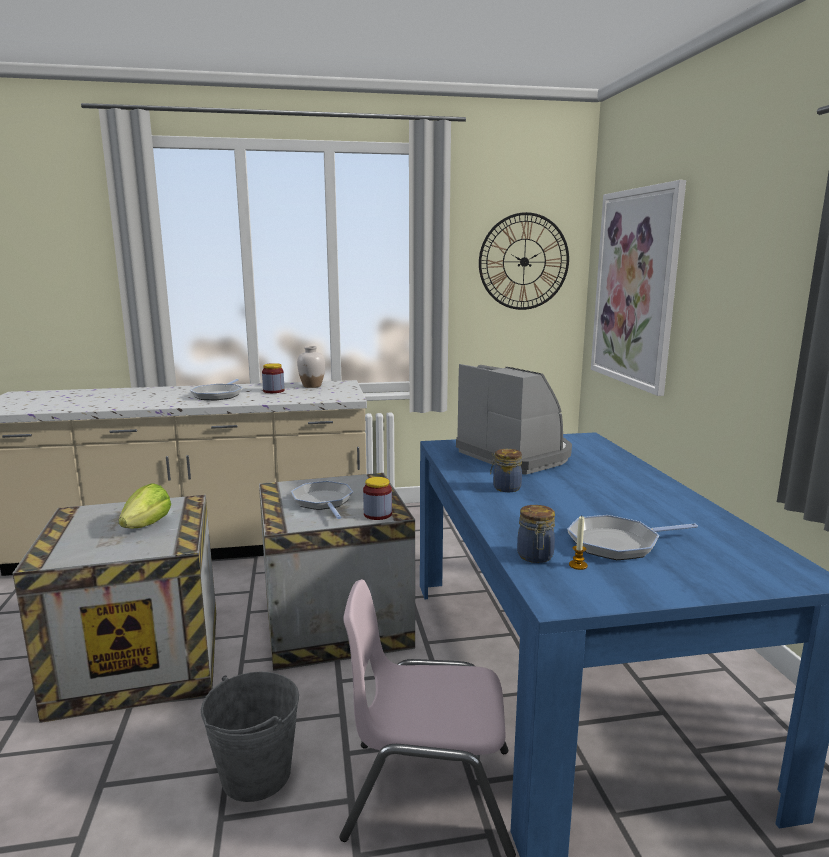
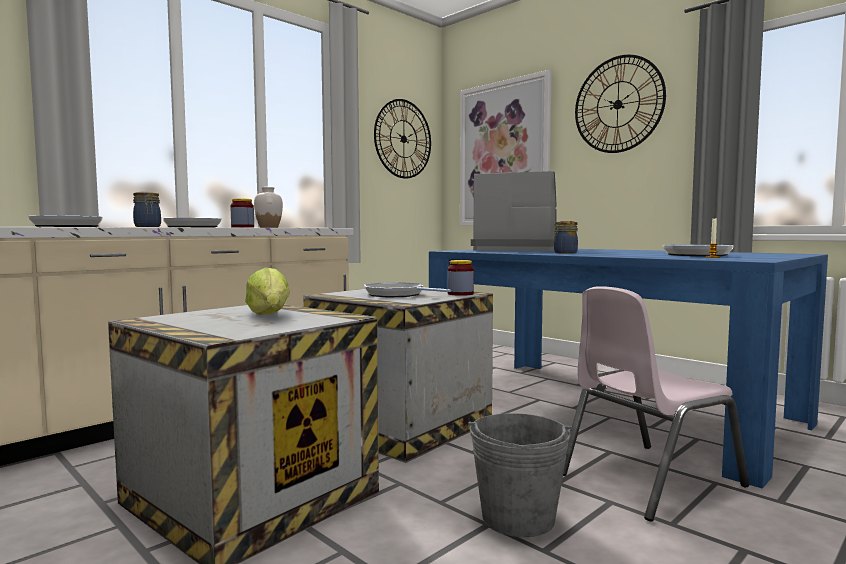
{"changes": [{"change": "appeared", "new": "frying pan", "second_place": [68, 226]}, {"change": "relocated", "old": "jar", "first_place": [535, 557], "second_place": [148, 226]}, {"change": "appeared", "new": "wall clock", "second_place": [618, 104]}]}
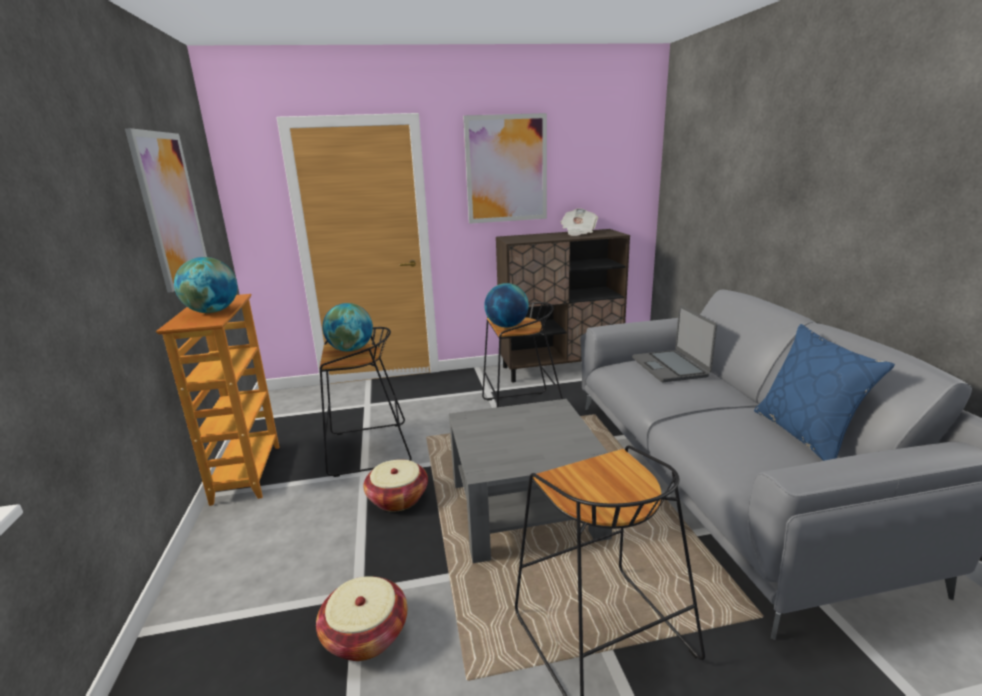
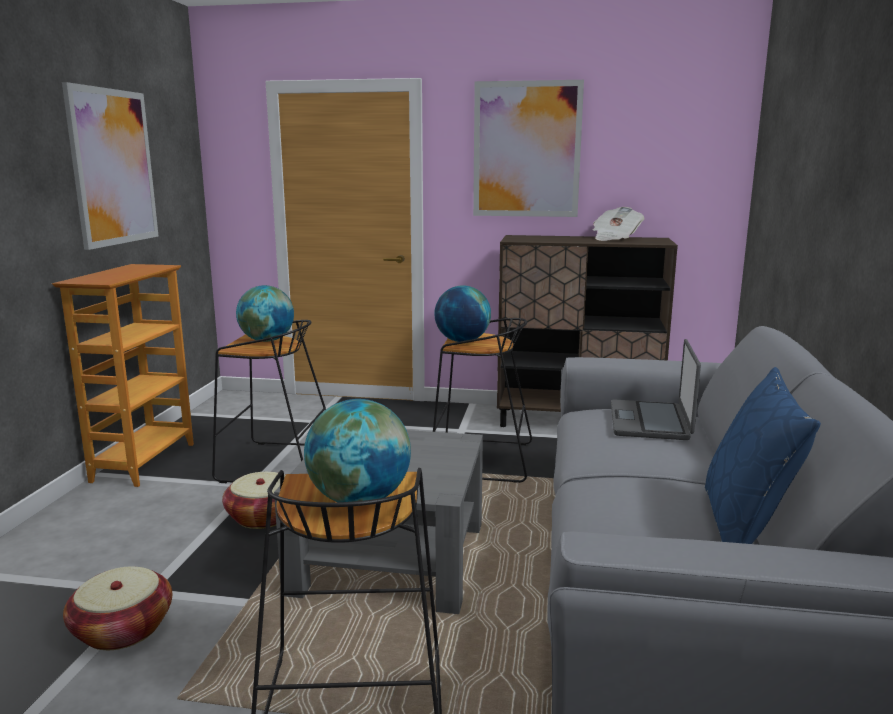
{"changes": [{"change": "relocated", "old": "globe", "first_place": [213, 312], "second_place": [360, 499]}]}
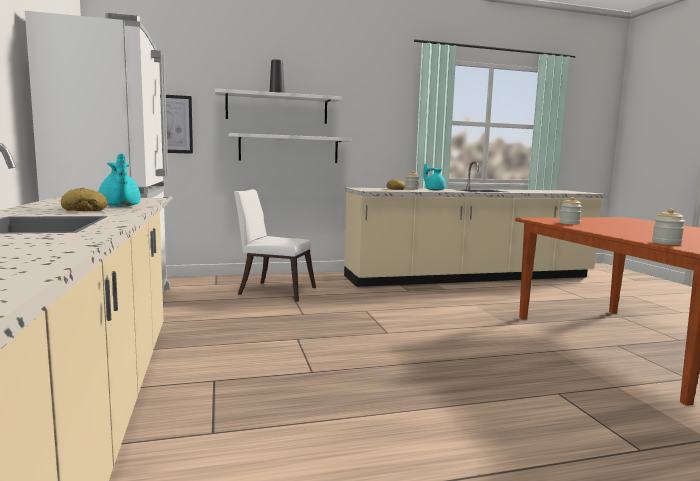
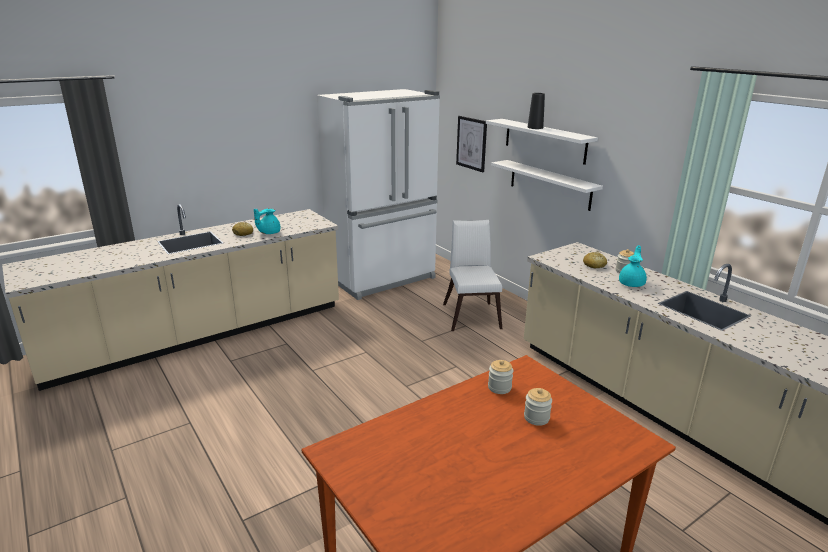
{"changes": [{"change": "relocated", "old": "jar", "first_place": [666, 243], "second_place": [536, 418]}]}
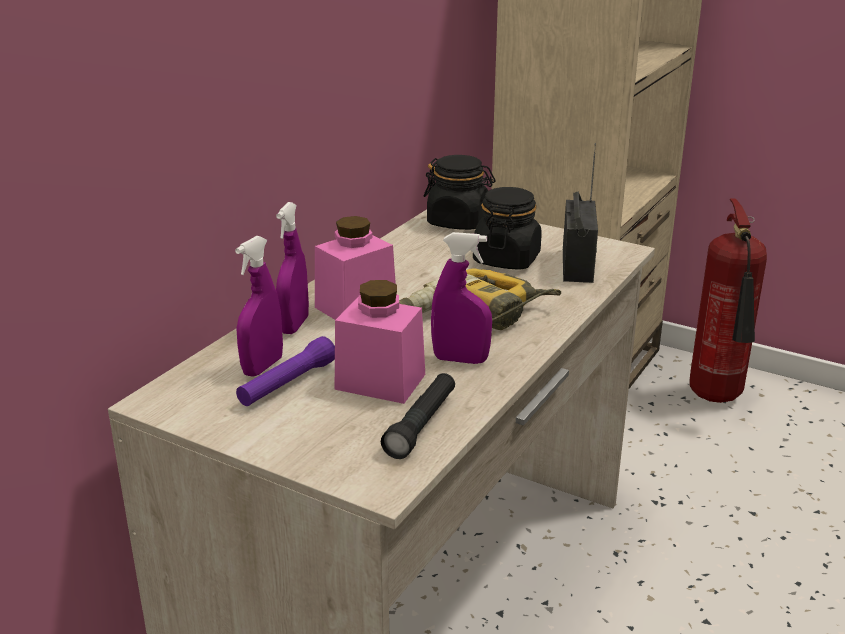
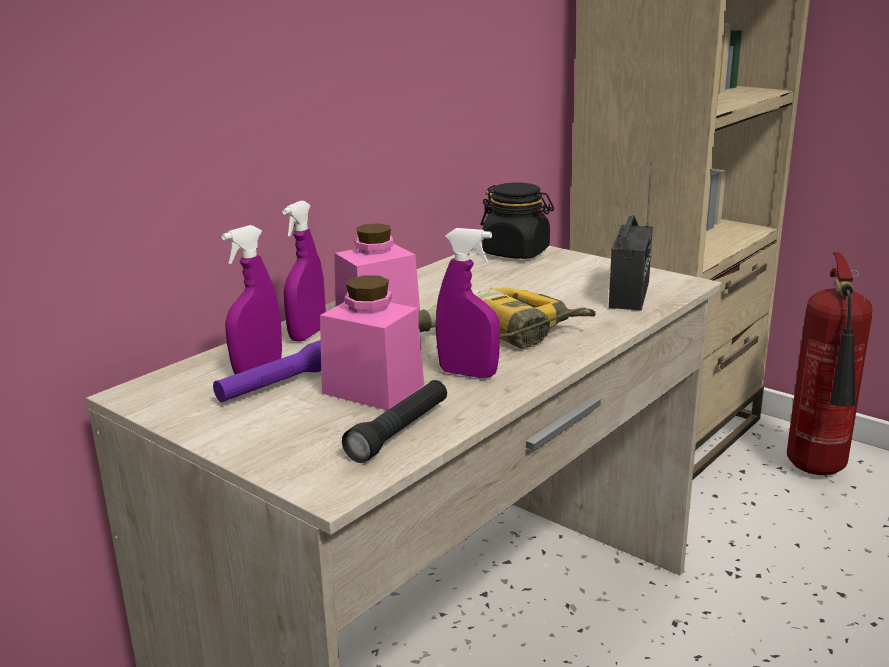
{"changes": [{"change": "missing", "old": "black jar", "first_place": [506, 259]}]}
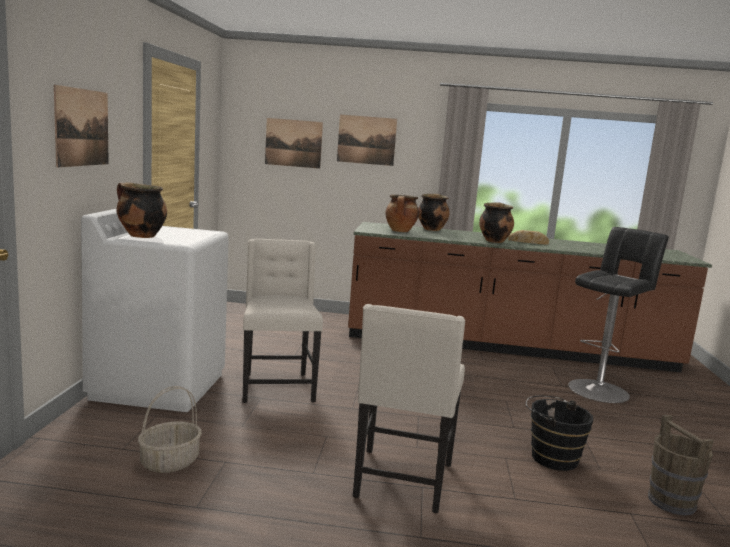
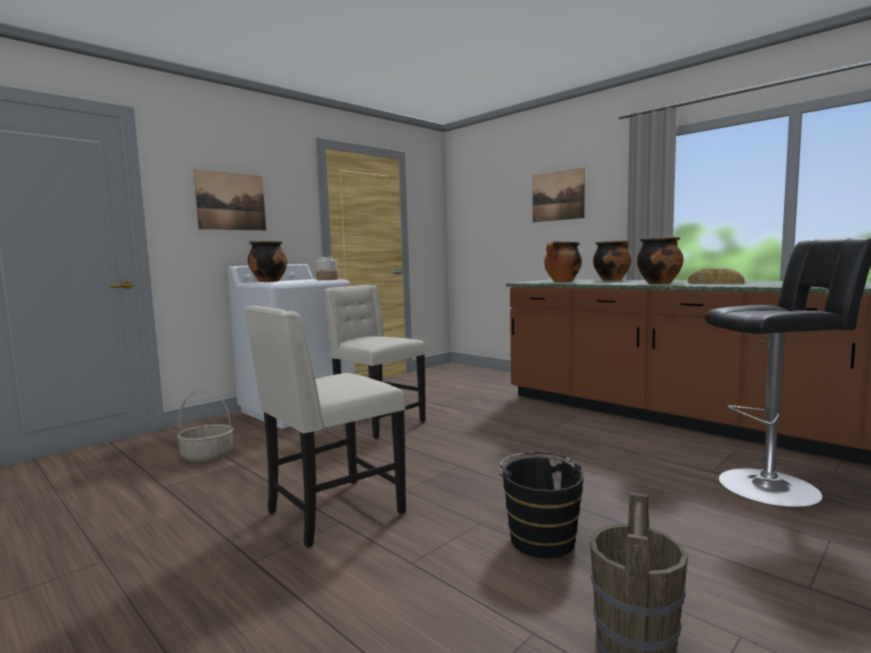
{"changes": [{"change": "appeared", "new": "jar", "second_place": [327, 279]}, {"change": "spun", "old": "beige chair", "first_place": [277, 387], "second_place": [377, 423], "degrees": -75}, {"change": "missing", "old": "picture", "first_place": [293, 143]}]}
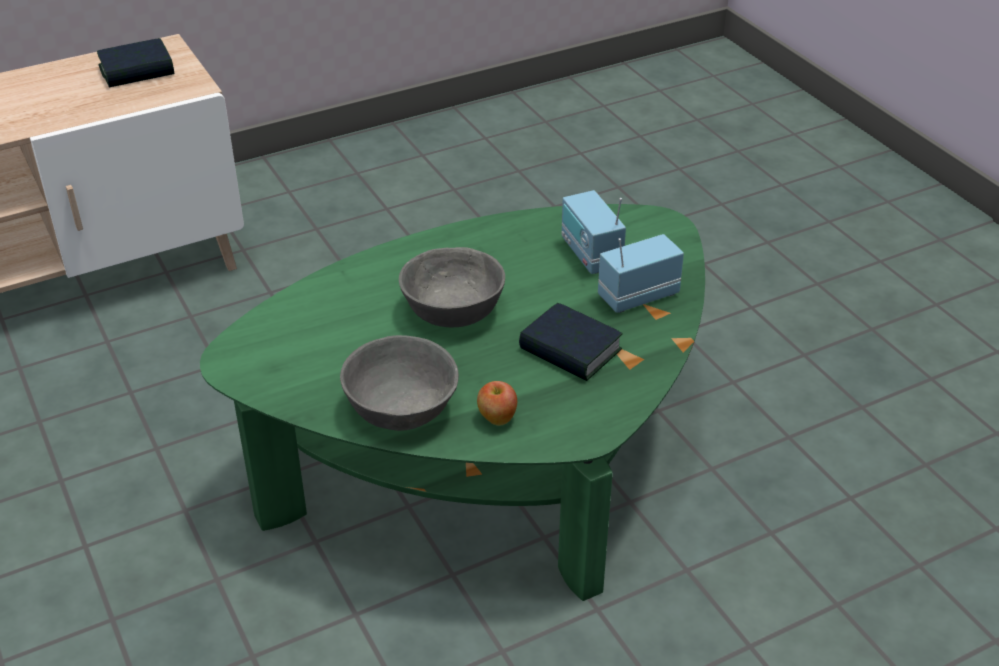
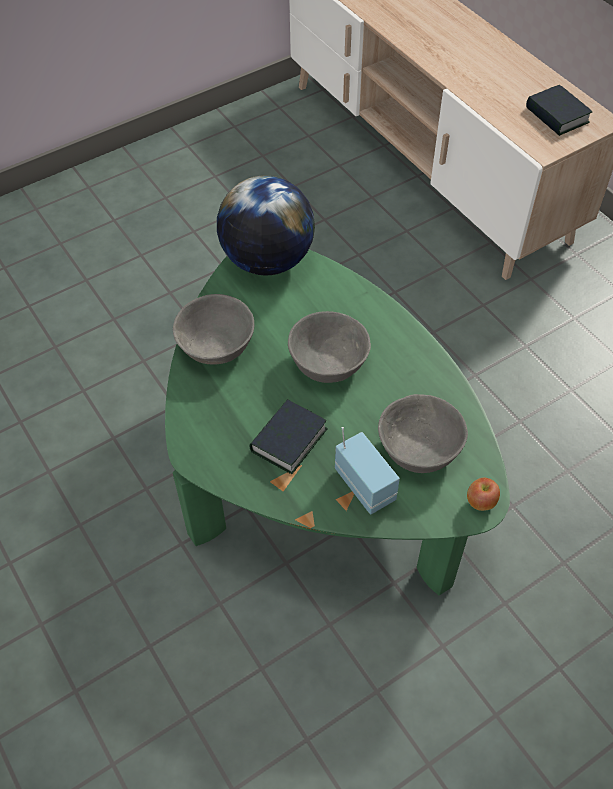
{"changes": [{"change": "appeared", "new": "globe", "second_place": [267, 260]}, {"change": "exchanged", "old": "radio", "new": "grey bowl", "first_place": [590, 254], "second_place": [418, 449]}, {"change": "relocated", "old": "apple", "first_place": [497, 418], "second_place": [480, 502]}]}
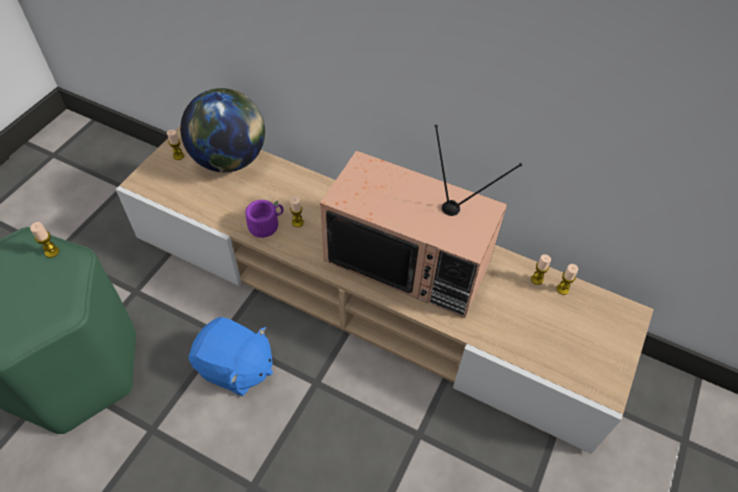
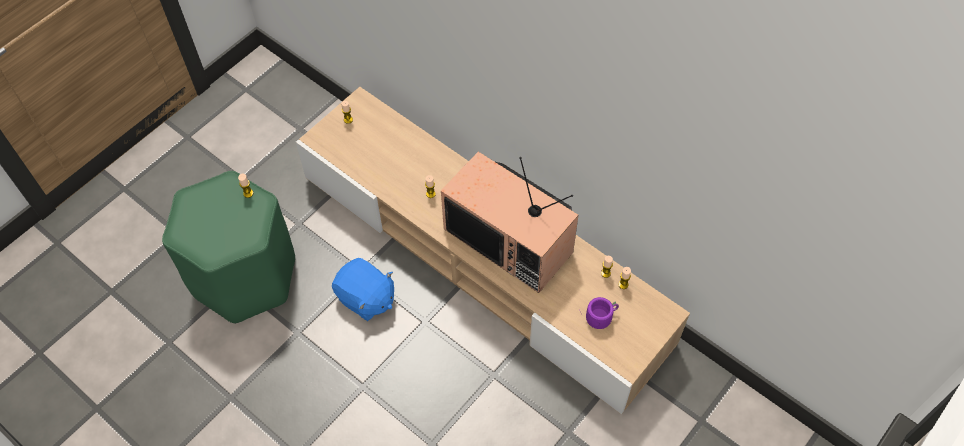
{"changes": [{"change": "relocated", "old": "purple mug", "first_place": [266, 224], "second_place": [600, 316]}, {"change": "missing", "old": "globe", "first_place": [230, 160]}]}
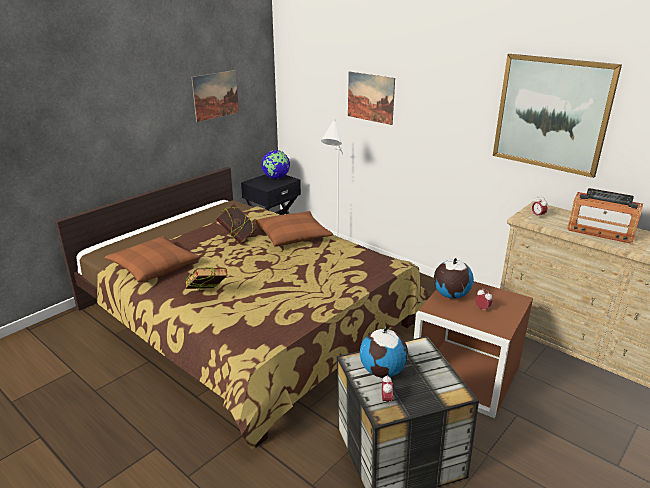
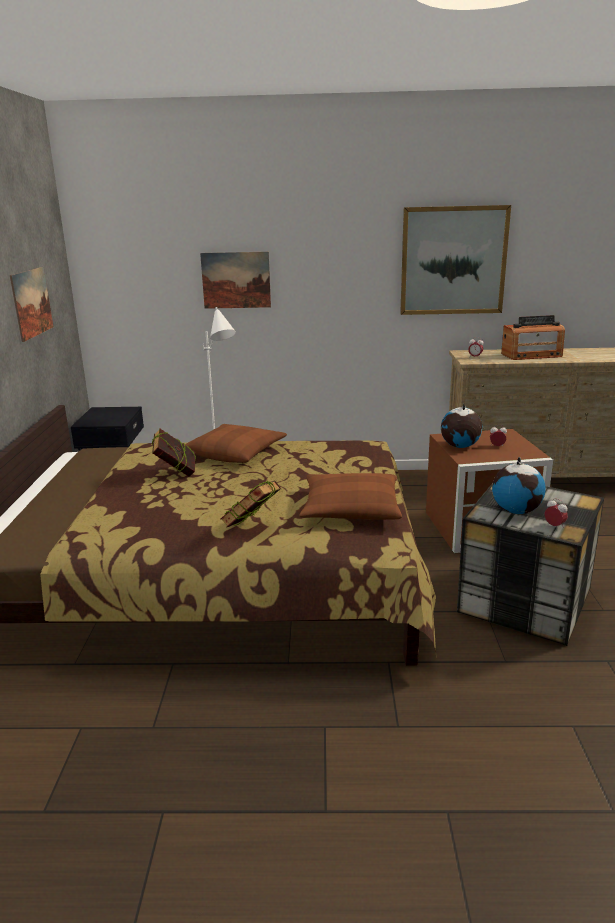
{"changes": [{"change": "relocated", "old": "brown pillow", "first_place": [153, 266], "second_place": [350, 508]}, {"change": "missing", "old": "globe", "first_place": [276, 178]}]}
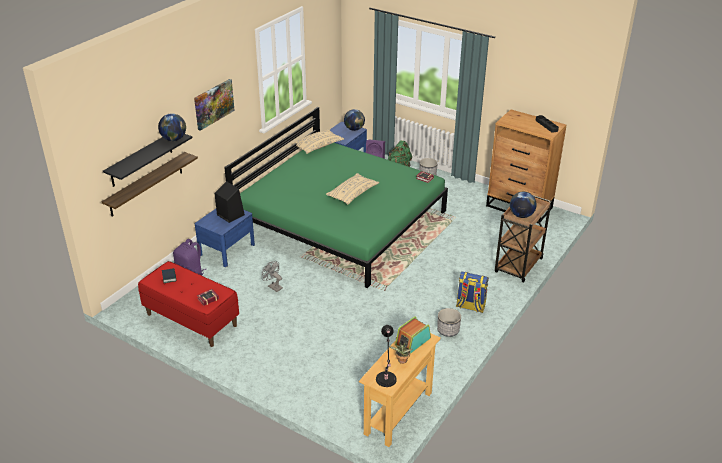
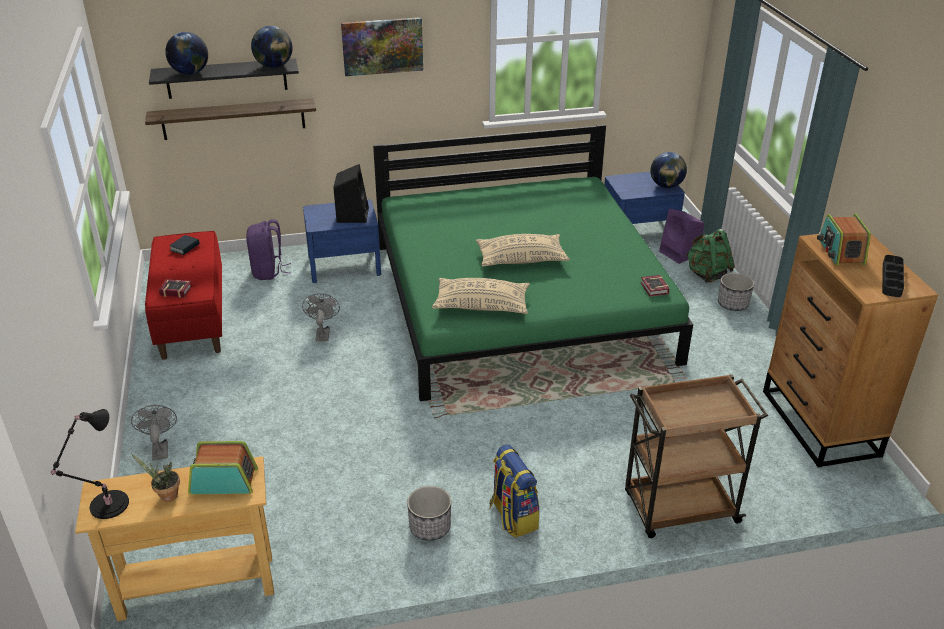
{"changes": [{"change": "appeared", "new": "grey fan", "second_place": [160, 448]}, {"change": "relocated", "old": "globe", "first_place": [521, 215], "second_place": [190, 73]}, {"change": "relocated", "old": "beige pillow", "first_place": [318, 146], "second_place": [481, 305]}, {"change": "appeared", "new": "radio", "second_place": [840, 252]}]}
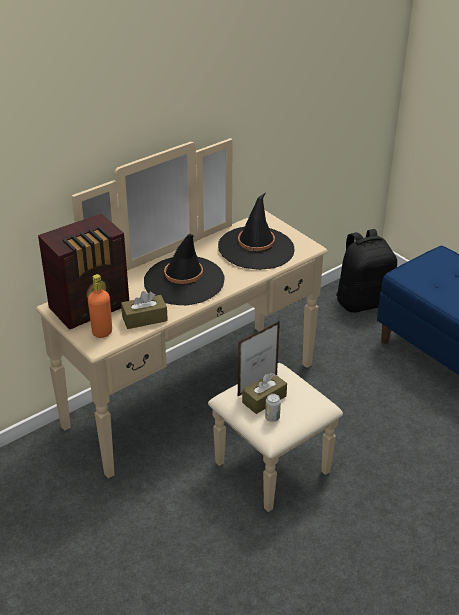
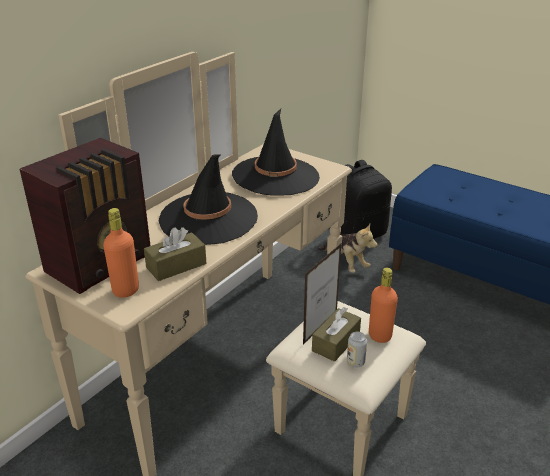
{"changes": [{"change": "appeared", "new": "plush toy", "second_place": [344, 265]}, {"change": "appeared", "new": "orange bottle", "second_place": [380, 336]}]}
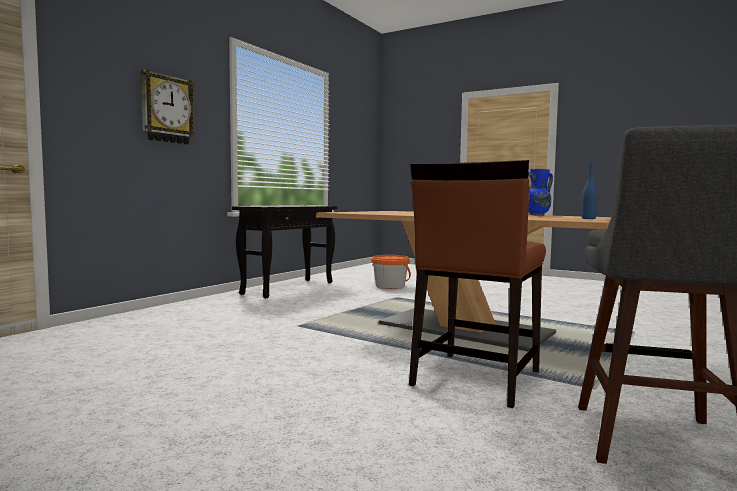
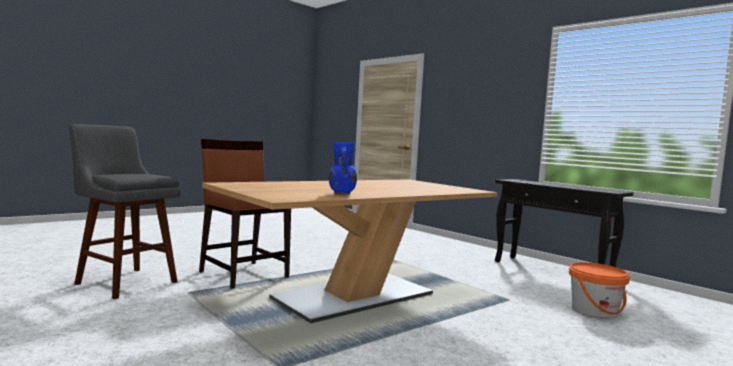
{"changes": [{"change": "missing", "old": "wall clock", "first_place": [167, 109]}, {"change": "missing", "old": "blue bottle", "first_place": [588, 218]}]}
